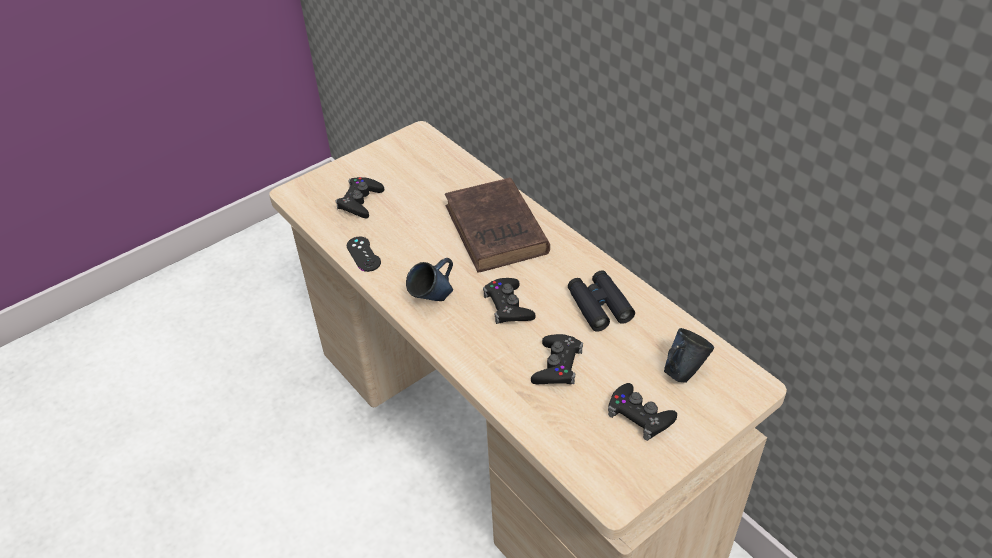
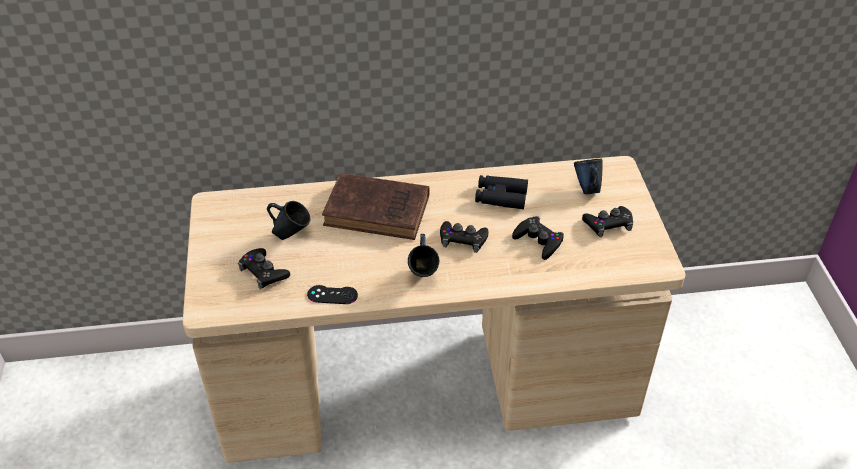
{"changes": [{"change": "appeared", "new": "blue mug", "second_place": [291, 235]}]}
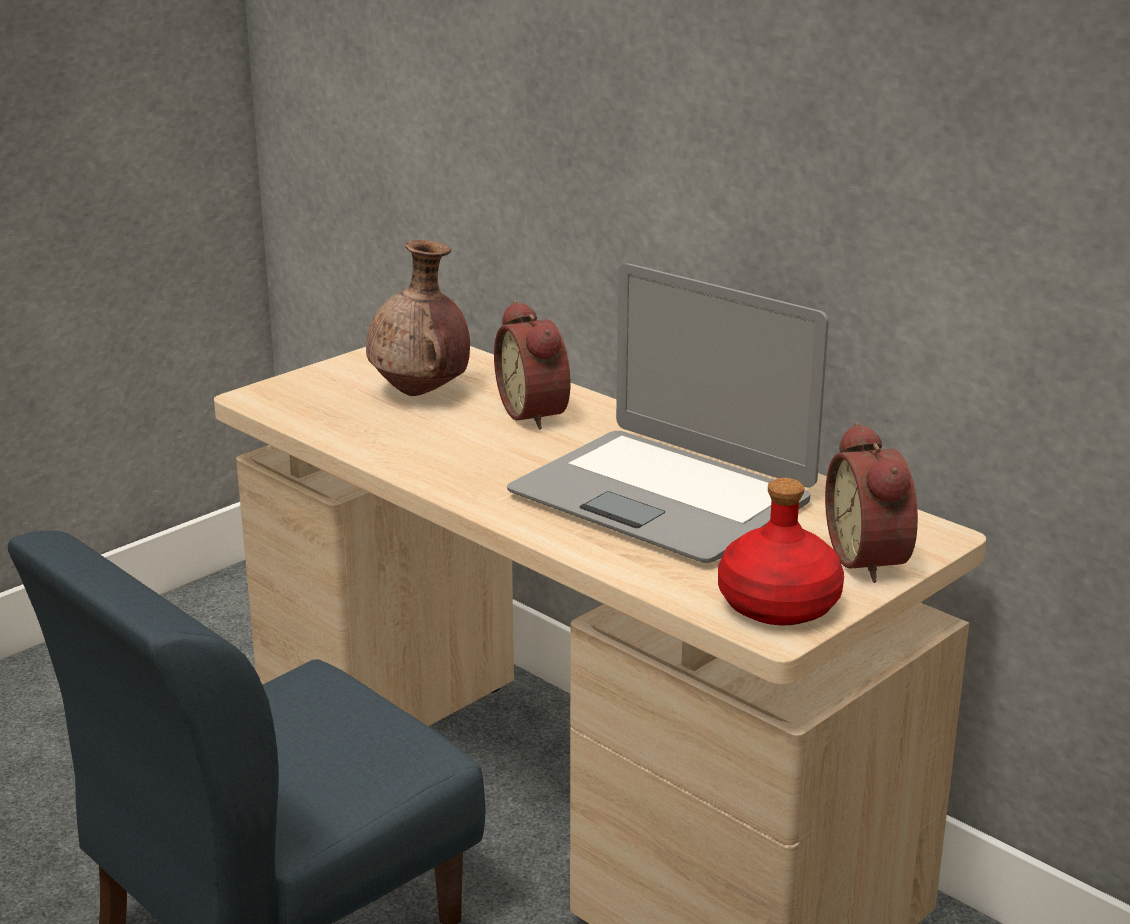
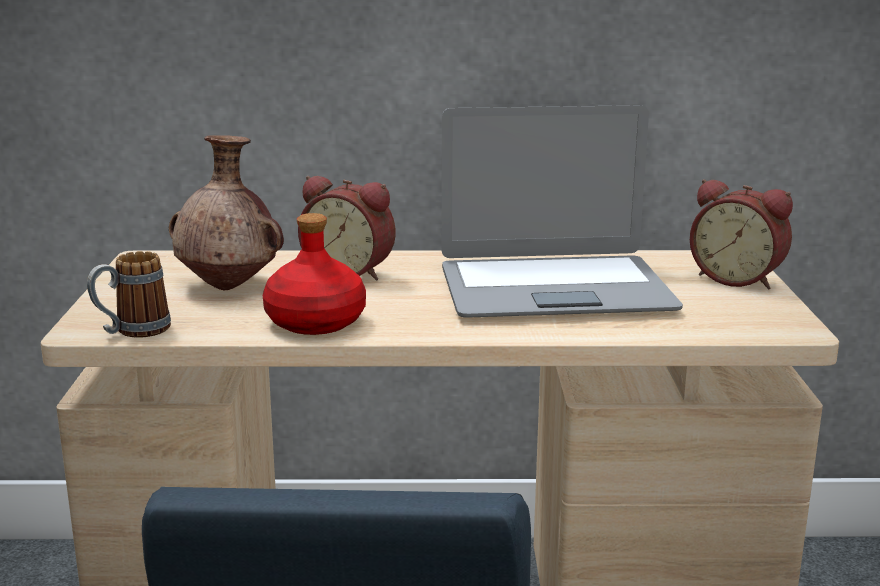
{"changes": [{"change": "appeared", "new": "mug", "second_place": [132, 331]}, {"change": "relocated", "old": "red bottle", "first_place": [777, 605], "second_place": [315, 322]}]}
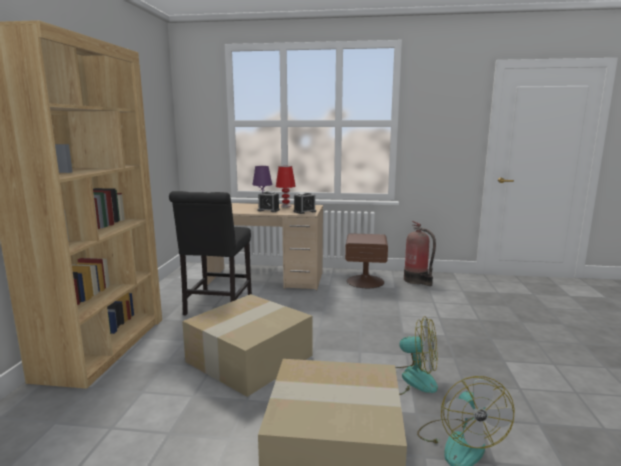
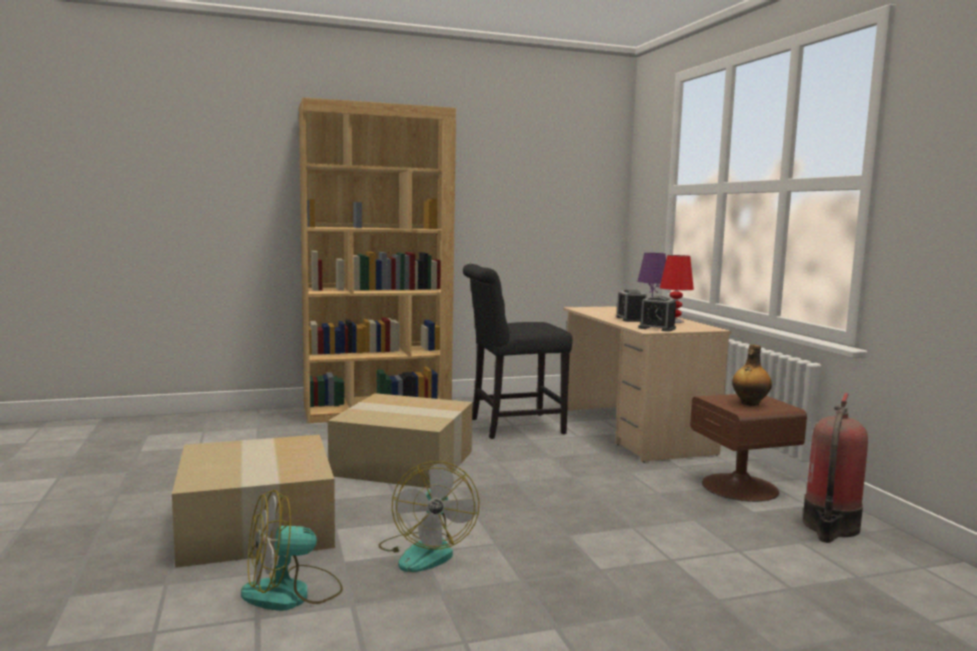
{"changes": [{"change": "appeared", "new": "bottle", "second_place": [749, 403]}]}
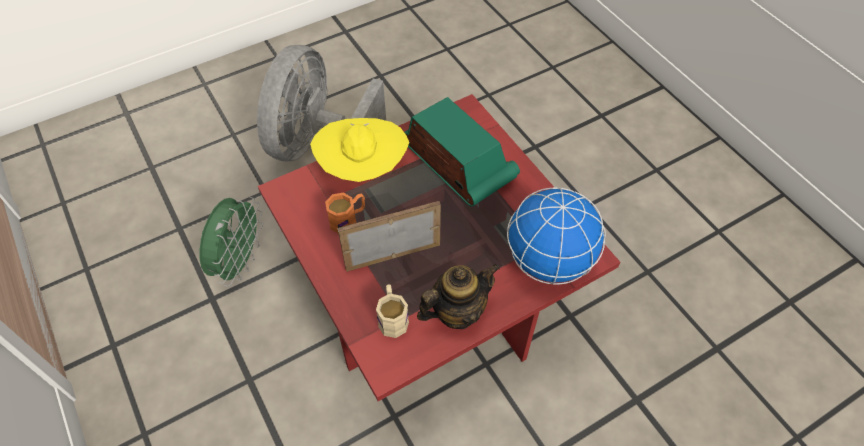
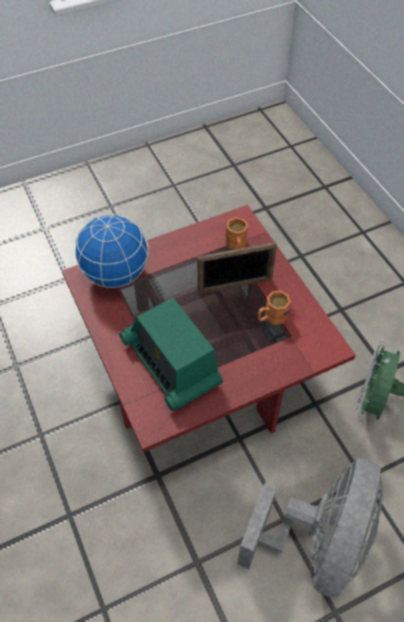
{"changes": [{"change": "colour", "old": "beige mug", "new": "orange mug", "first_place": [392, 317], "second_place": [236, 245]}, {"change": "missing", "old": "yellow hat", "first_place": [362, 169]}, {"change": "missing", "old": "teapot", "first_place": [456, 311]}]}
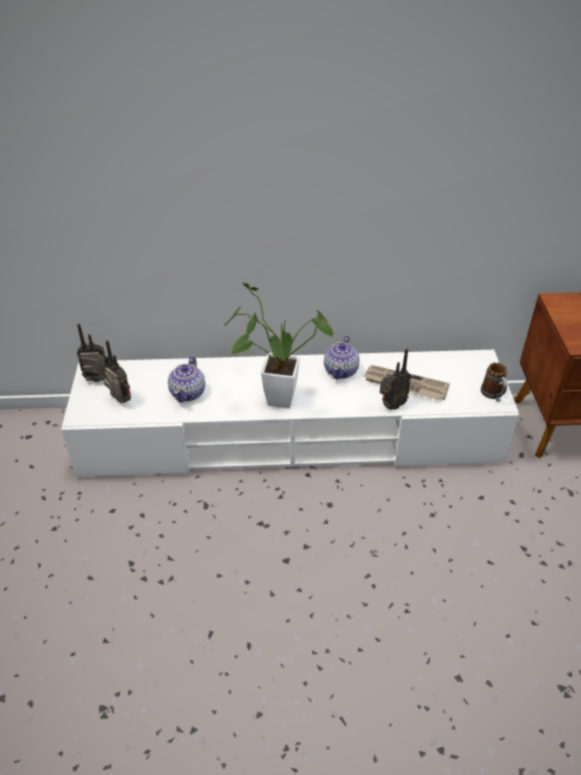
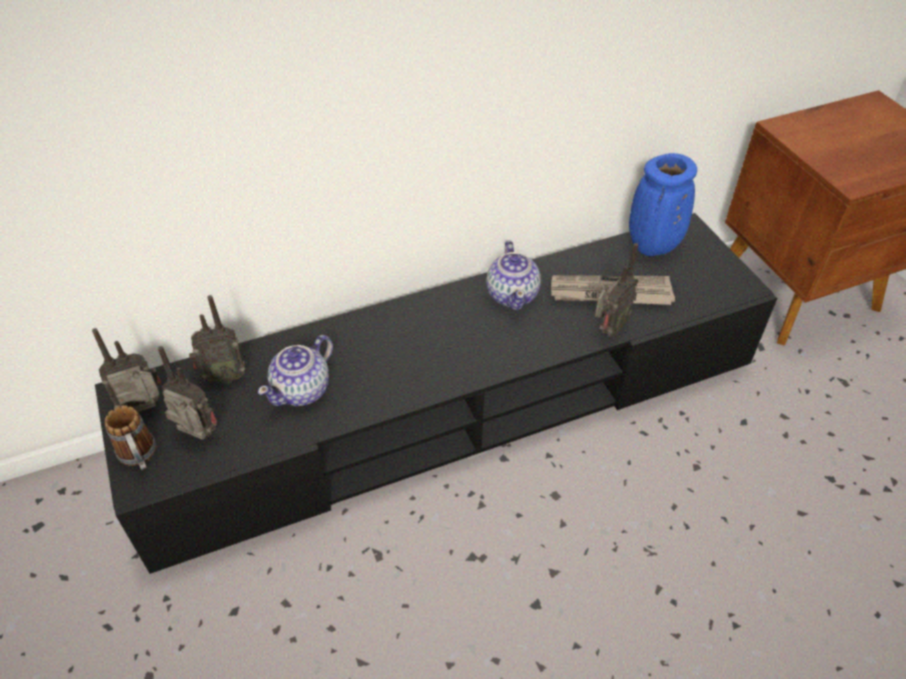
{"changes": [{"change": "colour", "old": "white tv stand", "new": "black tv stand", "first_place": [291, 437], "second_place": [454, 407]}, {"change": "relocated", "old": "mug", "first_place": [493, 395], "second_place": [139, 457]}, {"change": "appeared", "new": "radio", "second_place": [223, 376]}, {"change": "spun", "old": "teapot", "first_place": [188, 392], "second_place": [302, 390], "degrees": 45}, {"change": "appeared", "new": "blue vase", "second_place": [652, 247]}, {"change": "missing", "old": "potted plant", "first_place": [273, 398]}]}
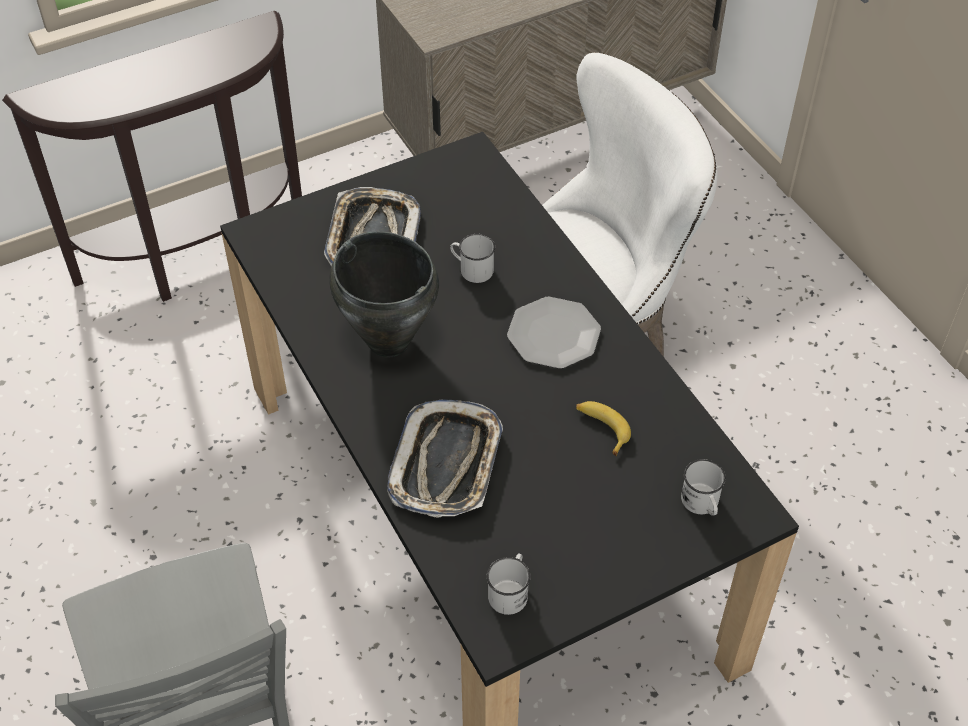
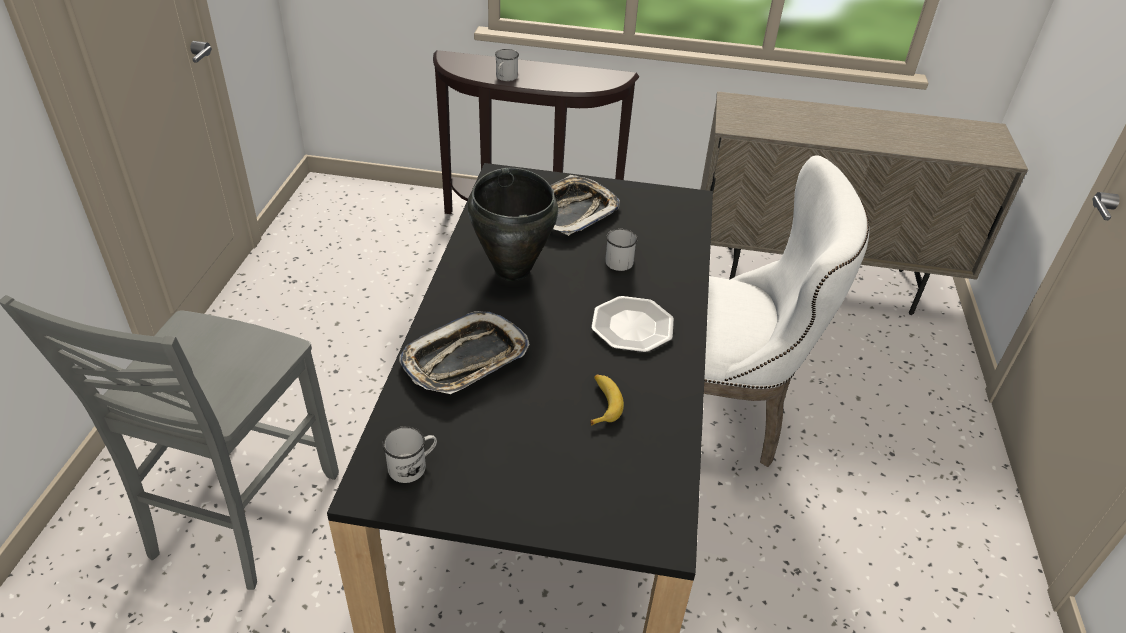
{"changes": [{"change": "relocated", "old": "white mug", "first_place": [702, 504], "second_place": [505, 78]}]}
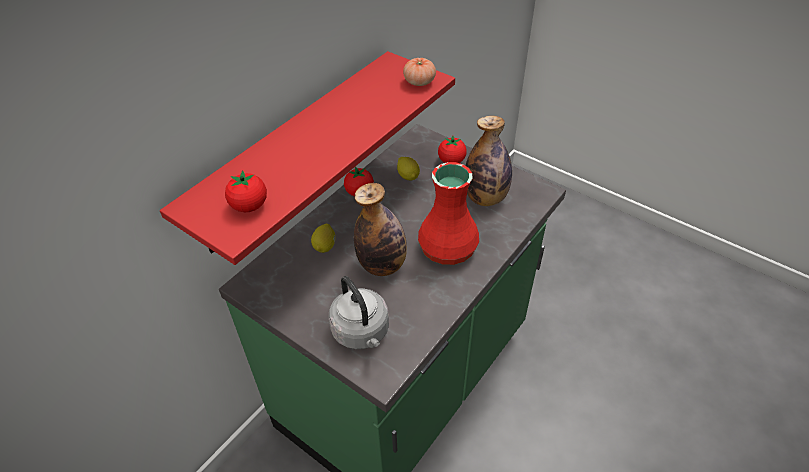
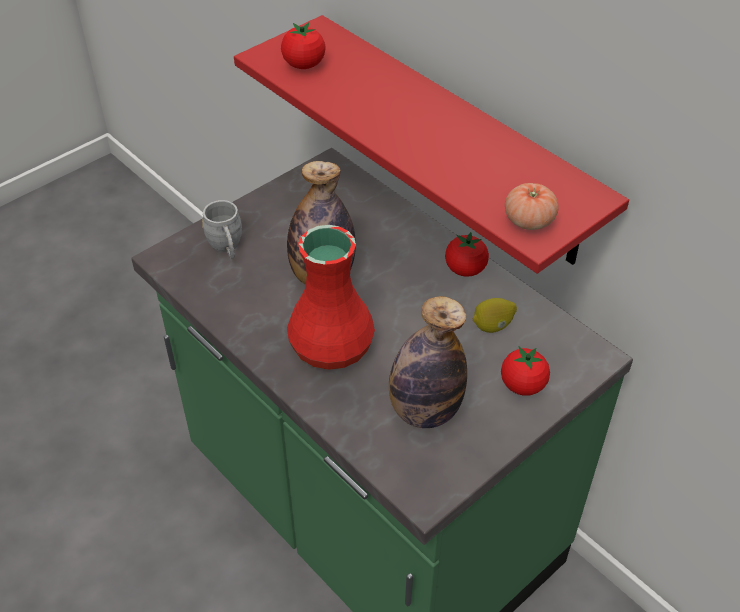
{"changes": [{"change": "exchanged", "old": "grey kettle", "new": "grey mug", "first_place": [362, 333], "second_place": [227, 248]}, {"change": "missing", "old": "lemon", "first_place": [325, 246]}]}
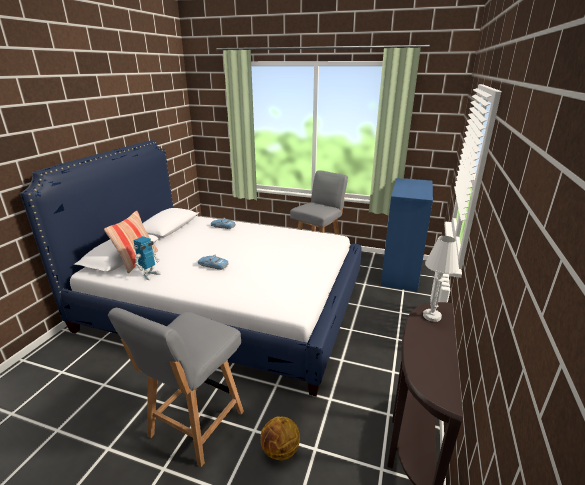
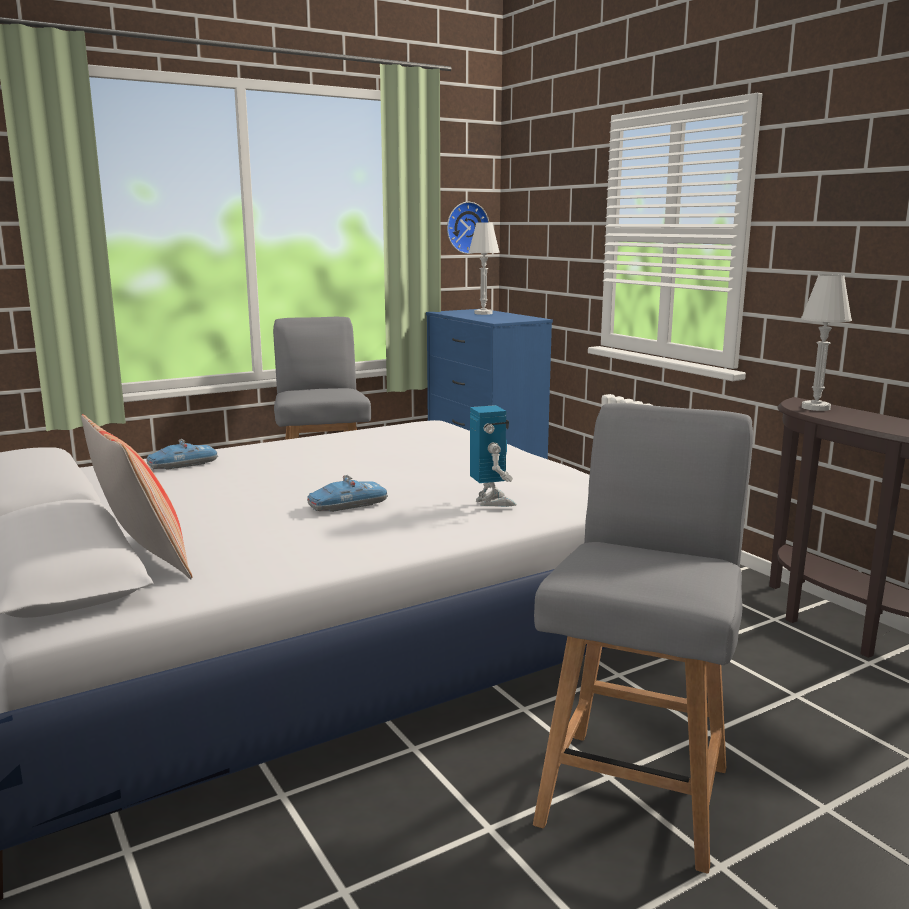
{"changes": [{"change": "appeared", "new": "wall clock", "second_place": [466, 228]}, {"change": "appeared", "new": "white table lamp", "second_place": [483, 313]}, {"change": "relocated", "old": "toy robot", "first_place": [150, 275], "second_place": [491, 501]}, {"change": "spun", "old": "grey chair", "first_place": [195, 425], "second_place": [636, 791], "degrees": -135}, {"change": "missing", "old": "basketball", "first_place": [280, 451]}]}
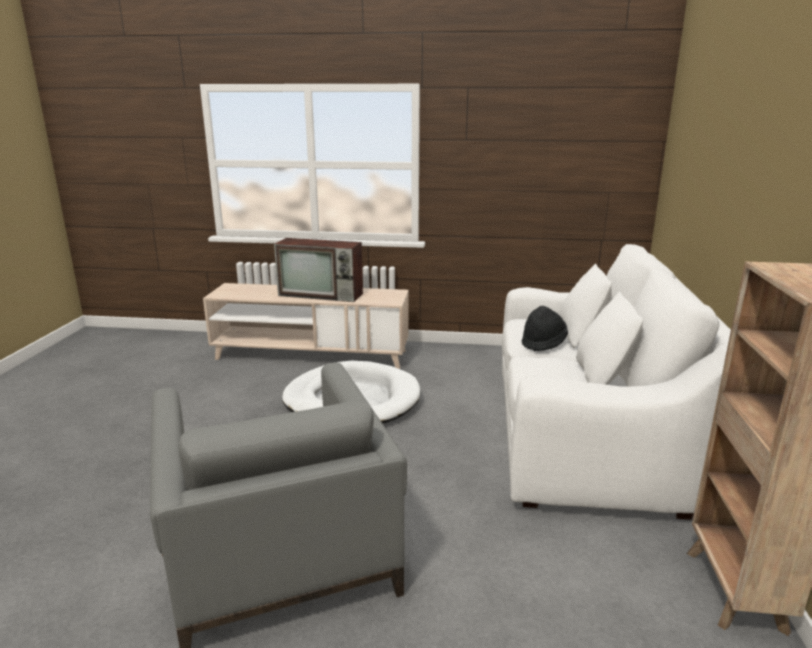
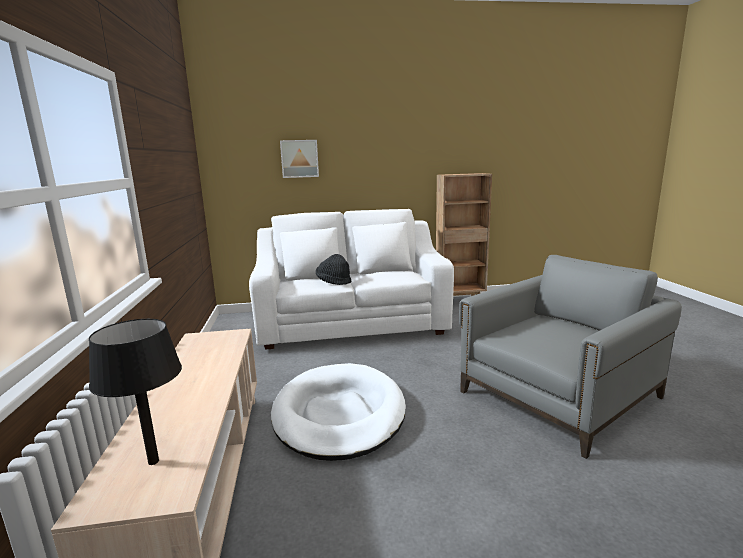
{"changes": [{"change": "appeared", "new": "black table lamp", "second_place": [154, 461]}, {"change": "appeared", "new": "picture", "second_place": [299, 158]}, {"change": "missing", "old": "television", "first_place": [322, 294]}]}
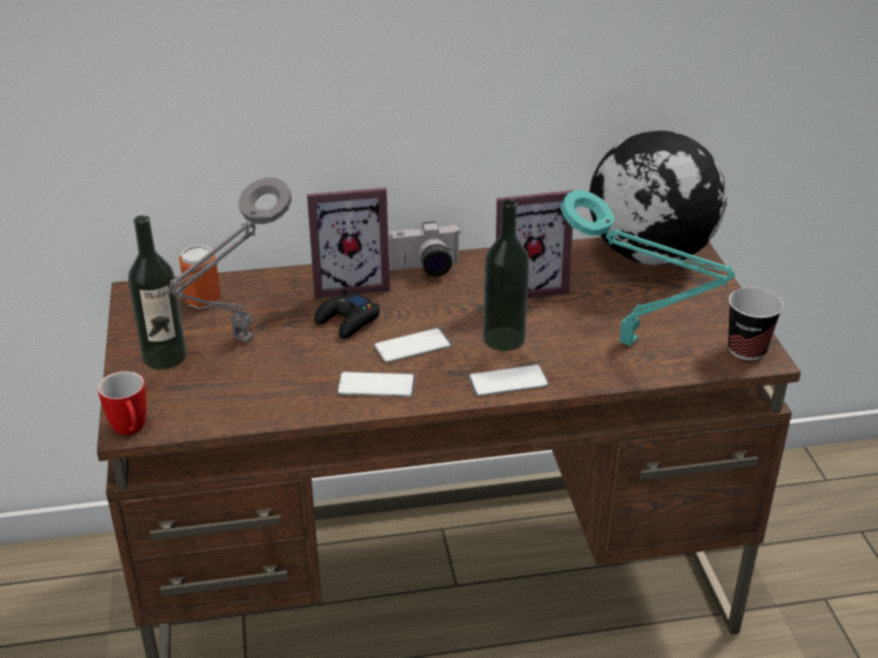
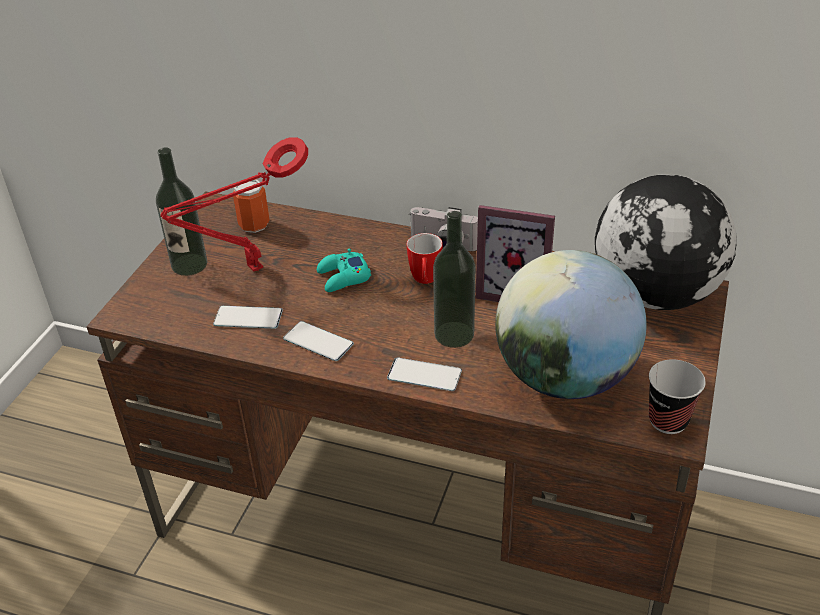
{"changes": [{"change": "colour", "old": "grey table lamp", "new": "red table lamp", "first_place": [240, 342], "second_place": [250, 269]}, {"change": "relocated", "old": "phone", "first_place": [412, 346], "second_place": [248, 318]}, {"change": "colour", "old": "black game controller", "new": "turquoise game controller", "first_place": [348, 321], "second_place": [343, 277]}, {"change": "relocated", "old": "mug", "first_place": [131, 431], "second_place": [425, 281]}, {"change": "exchanged", "old": "turquoise table lamp", "new": "globe", "first_place": [633, 344], "second_place": [564, 378]}, {"change": "missing", "old": "picture frame", "first_place": [350, 283]}]}
